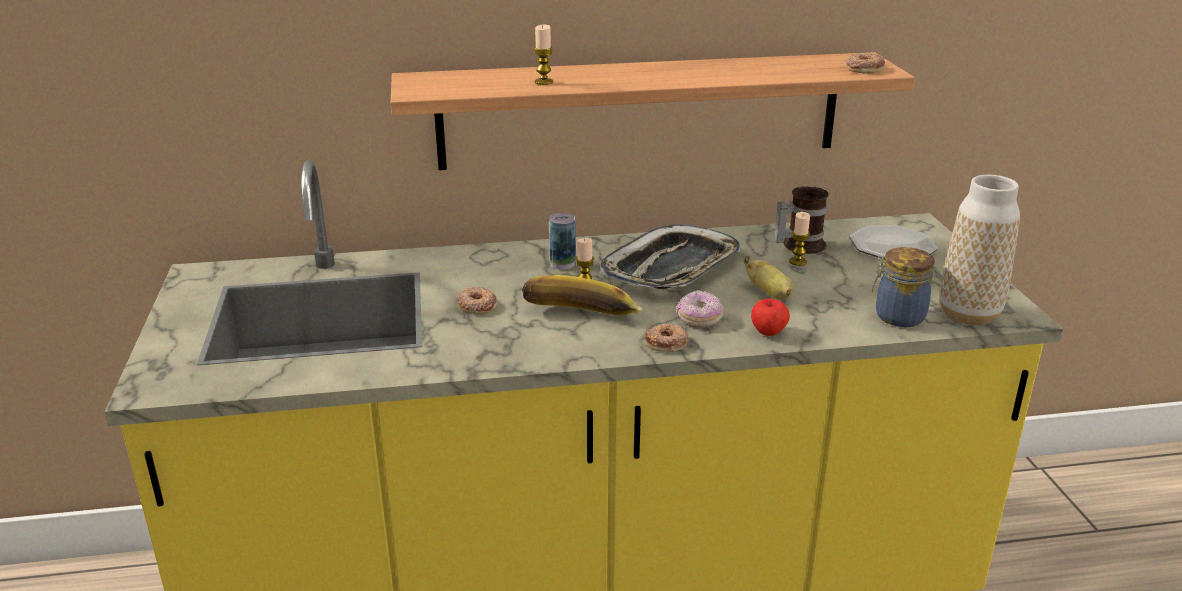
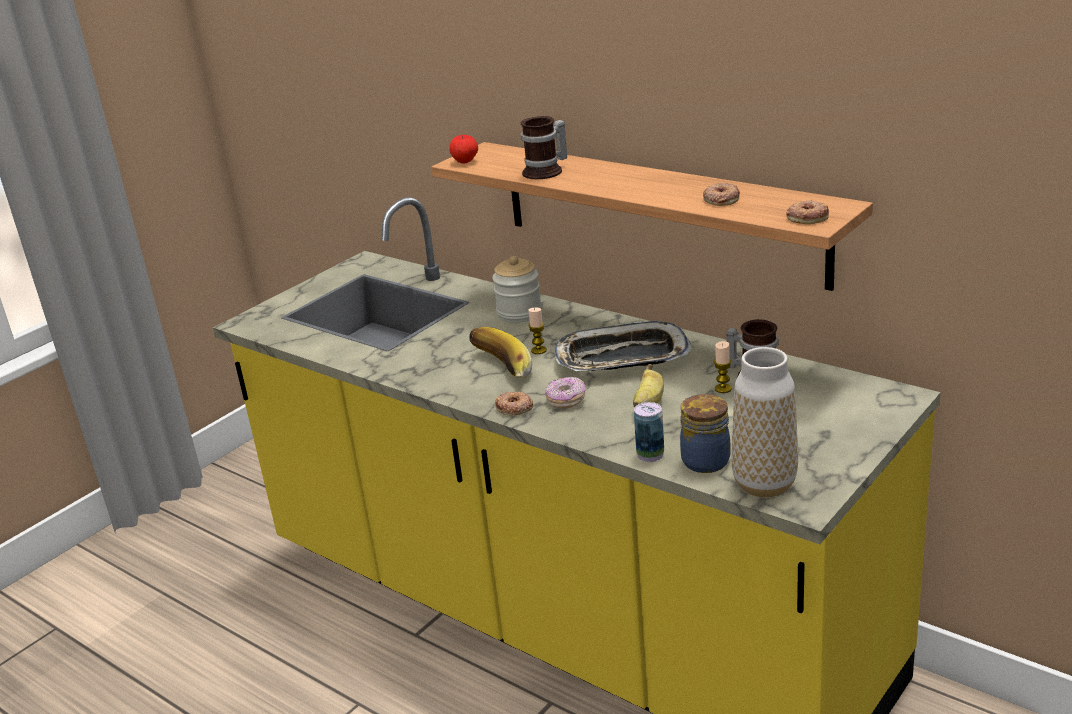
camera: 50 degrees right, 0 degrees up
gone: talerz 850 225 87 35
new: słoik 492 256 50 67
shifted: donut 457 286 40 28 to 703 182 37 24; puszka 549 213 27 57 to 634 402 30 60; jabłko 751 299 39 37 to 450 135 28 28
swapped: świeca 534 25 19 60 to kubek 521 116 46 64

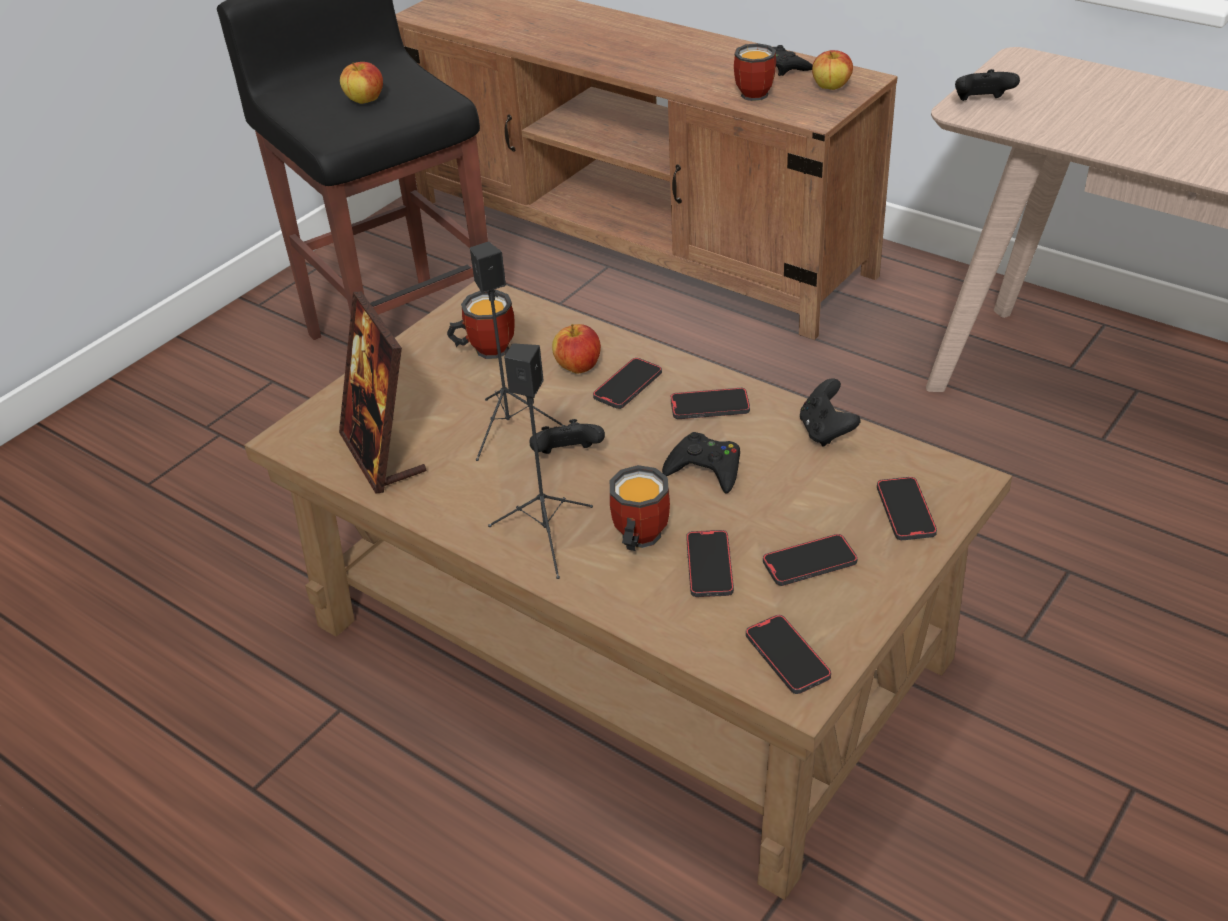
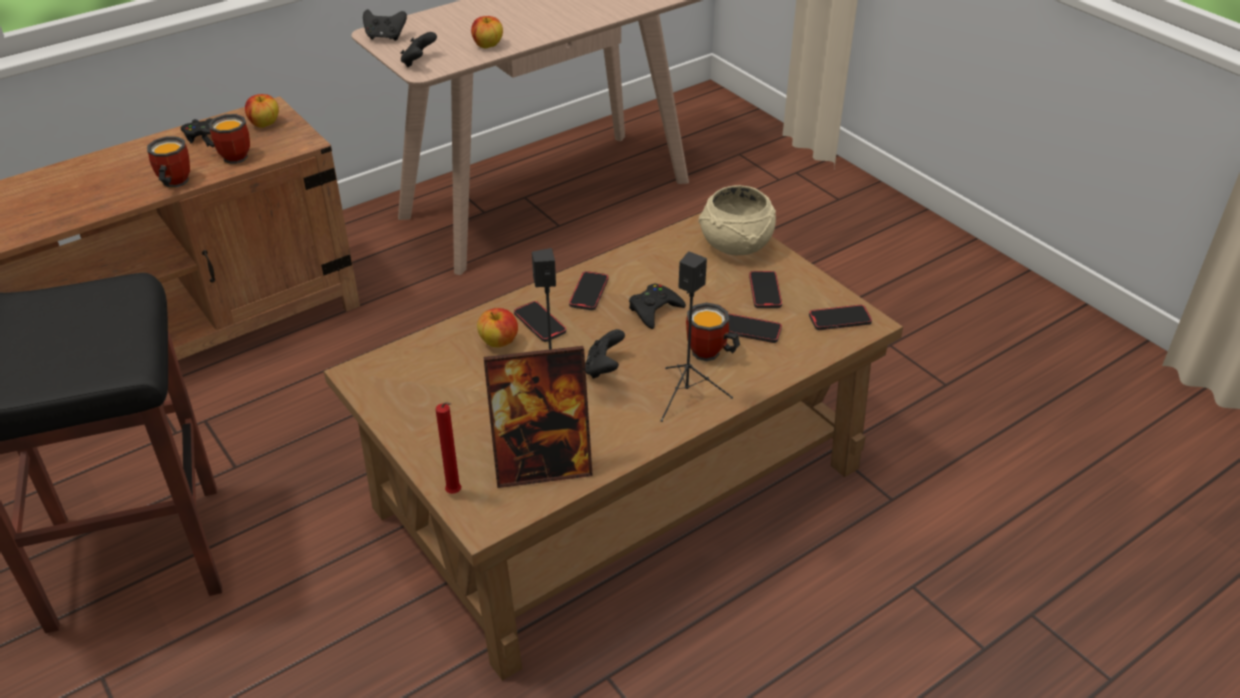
camera: 75 degrees left, 0 degrees up
new: świeca/czerwony 436 402 25 92
shifted: jabłko 340 62 43 42 to 471 16 32 33; kubek 447 290 68 69 to 147 137 43 51; pad do gier/czarny 800 378 61 69 to 363 9 44 32
swapped: telefon 877 477 60 63 to miska/beżowy 699 185 77 70

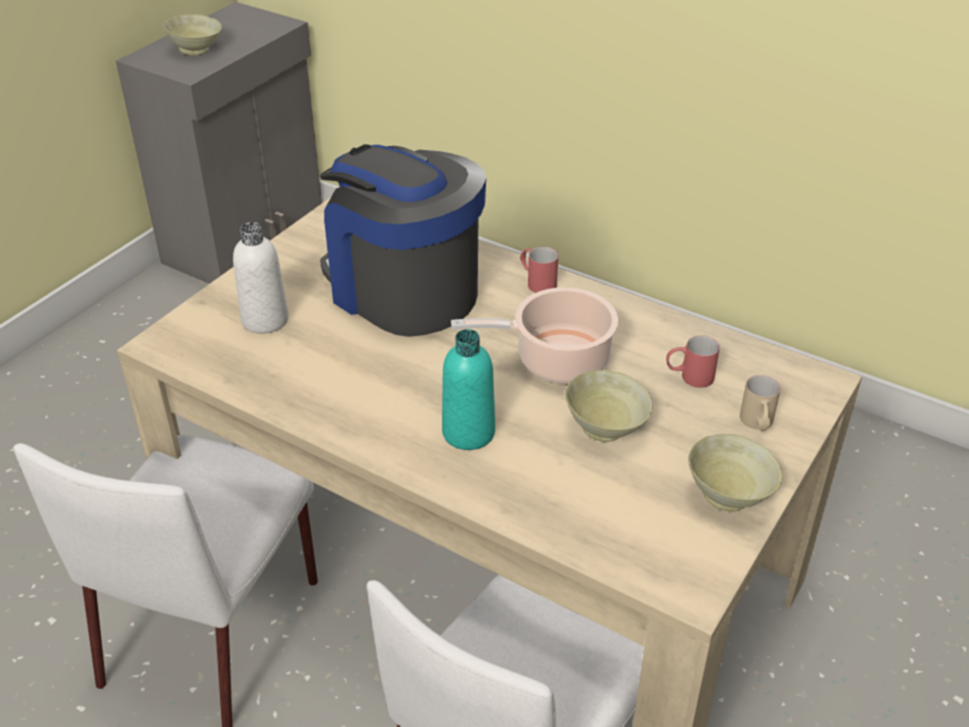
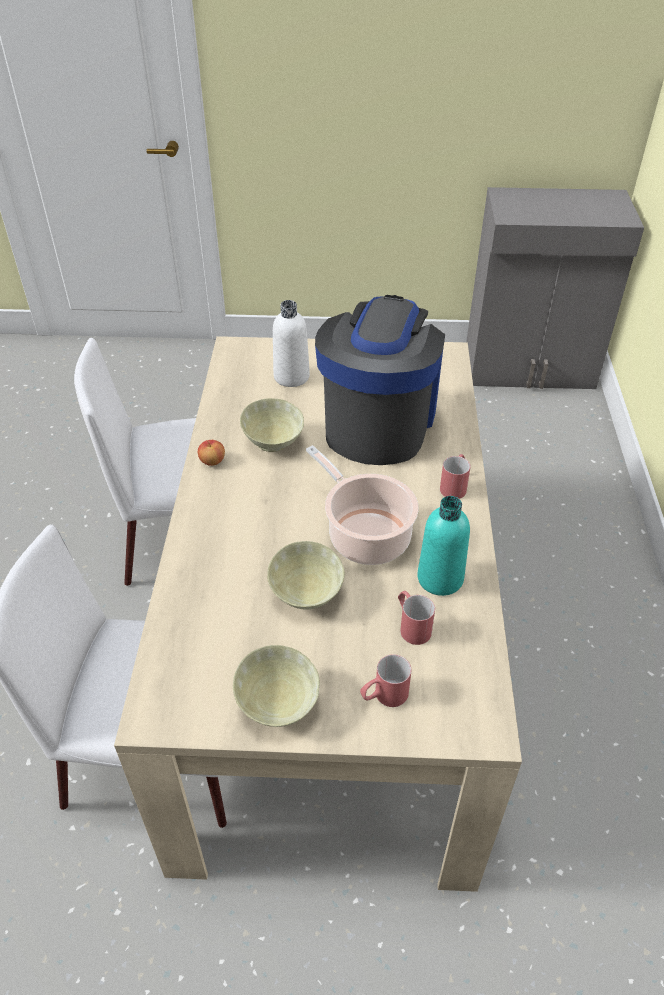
camera: 60 degrees right, 5 degrees up
new: jabłko 198 440 27 26
shifted: miska/beżowy 163 14 59 42 to 240 398 64 54; butelka/turkusowy 442 329 53 121 to 417 496 53 100
repainted: kubek/beżowy 740 375 41 56 to kubek/czerwony 360 654 51 53

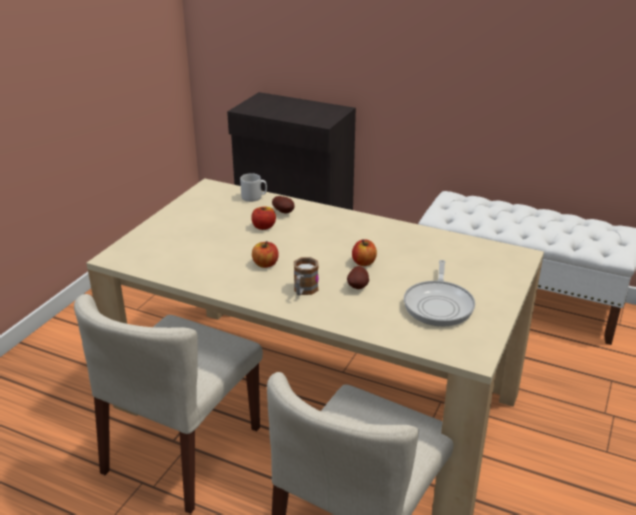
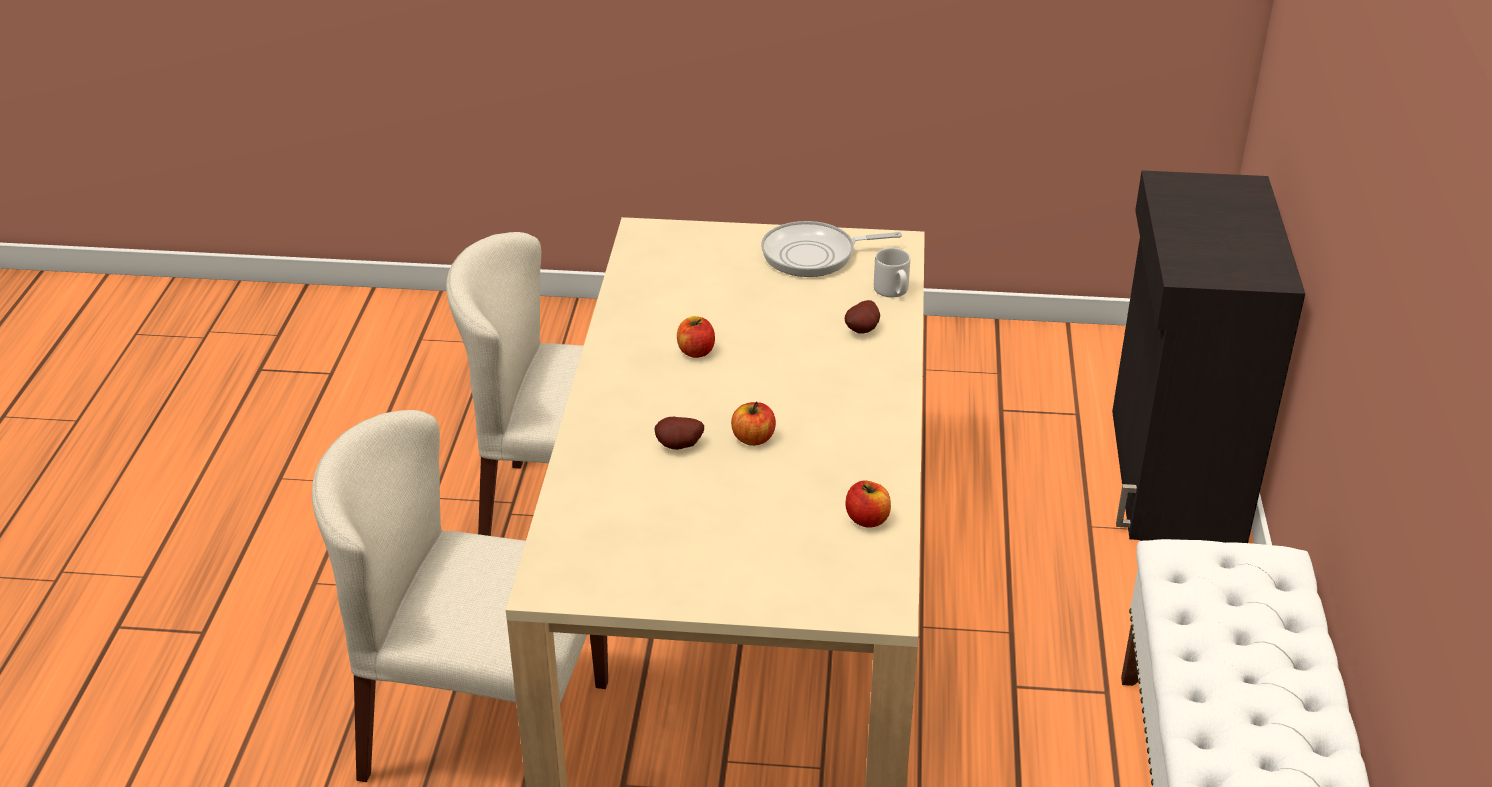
camera: 70 degrees right, 5 degrees up
gone: kubek 294 257 25 38
shifted: jabłko 251 207 25 23 to 845 481 46 47; patelnia 404 260 71 66 to 761 221 141 56

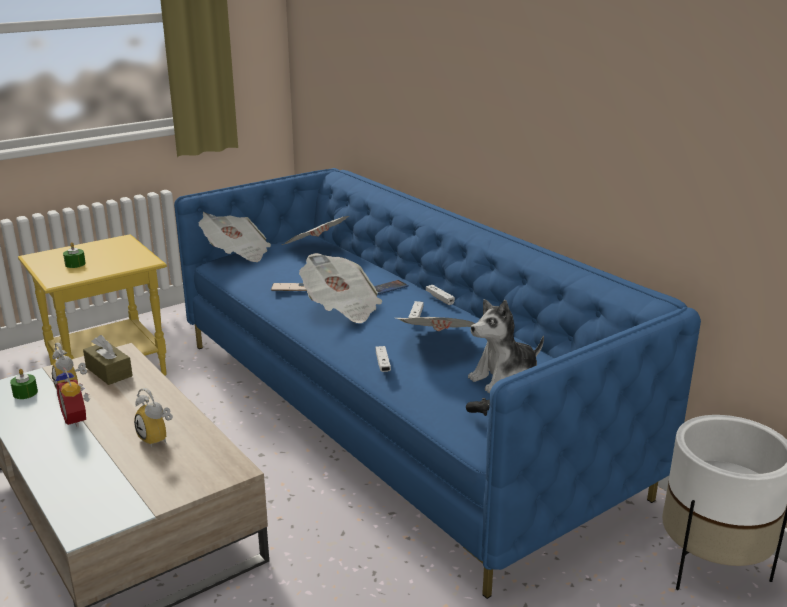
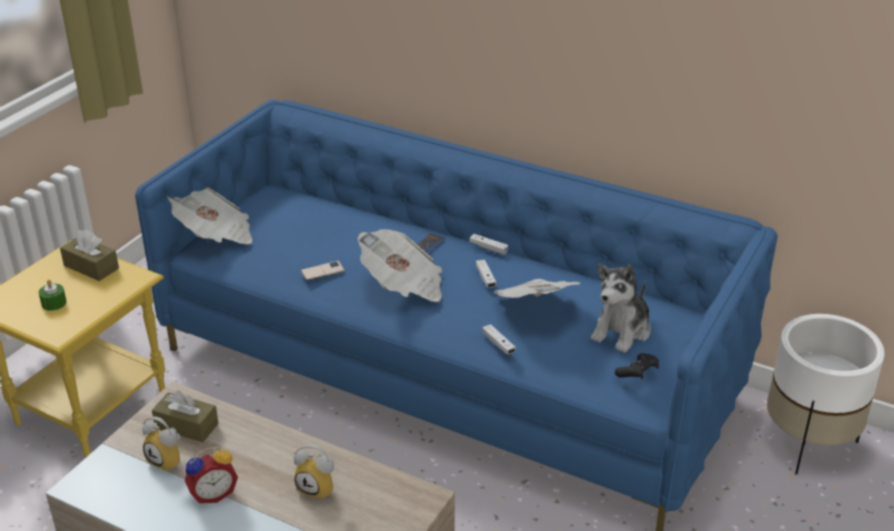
camera: 25 degrees left, 10 degrees up
gone: świeca/zielony 10 369 28 30; gazeta 282 216 67 29
new: pudełko chusteczek/brązowy 60 229 59 52
rotated: budzik 56 367 34 60 = 185 447 53 56 60 degrees counterclockwise

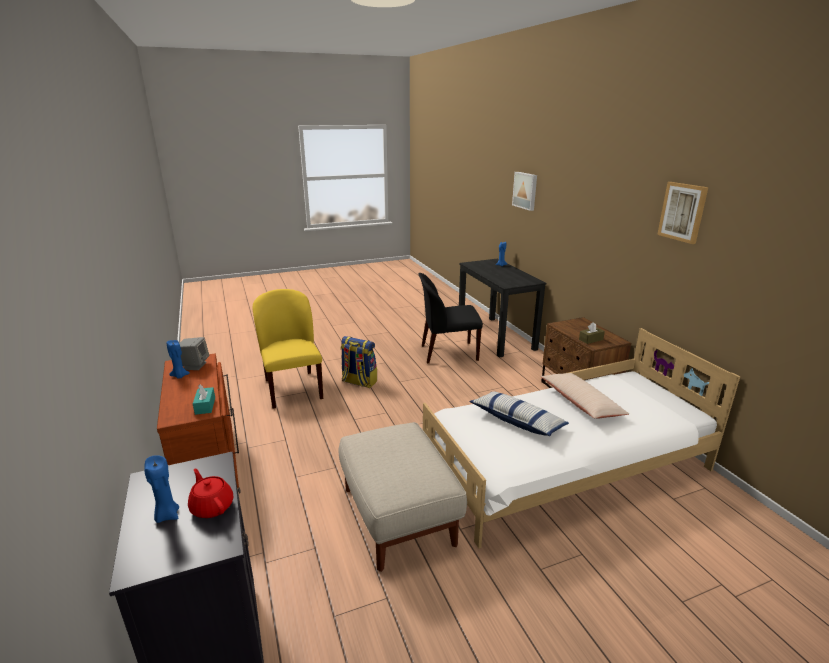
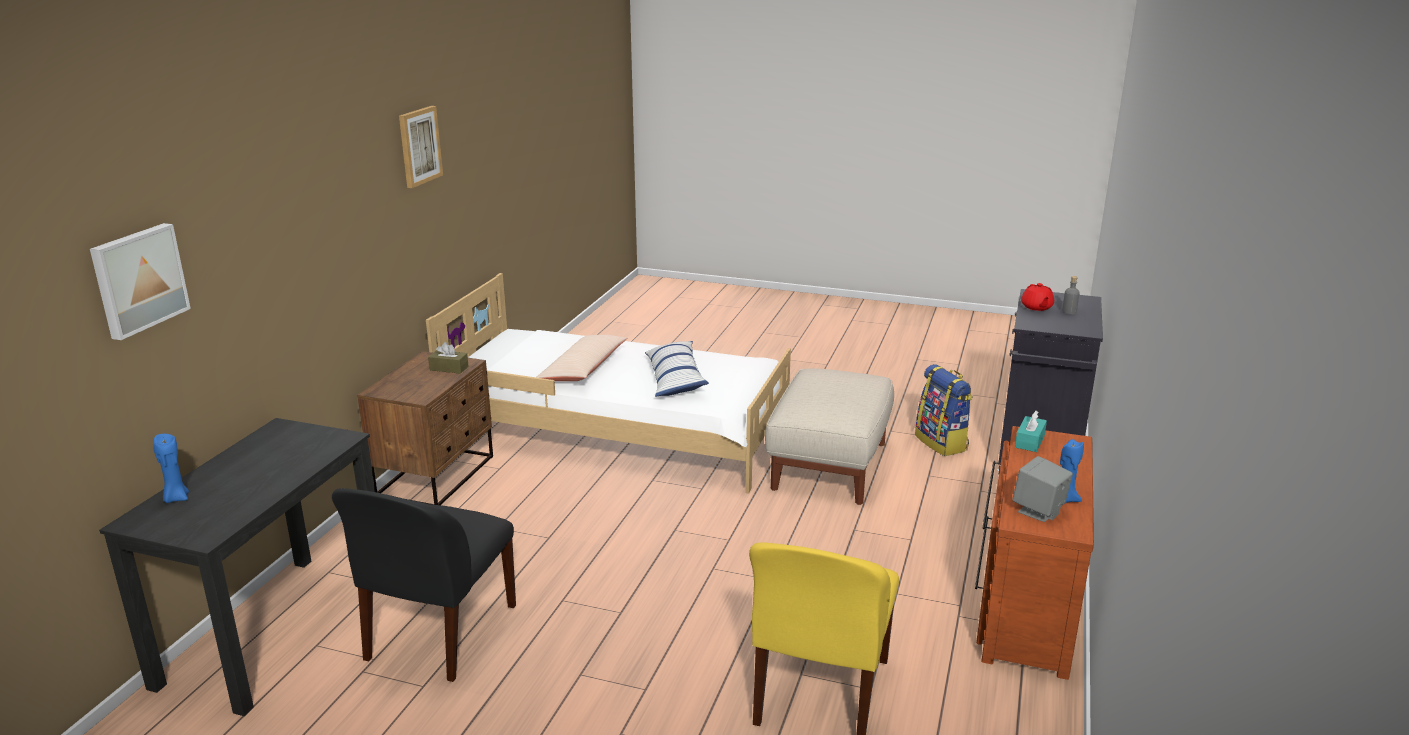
camera: 140 degrees left, 0 degrees up
shifted: plecak 341 336 36 52 to 915 364 58 92
swapped: świeca/niebieski 144 455 35 68 to butelka/szary 1062 276 18 38
rotated: krzesło/czarny 419 273 64 90 = 332 488 184 194 75 degrees clockwise

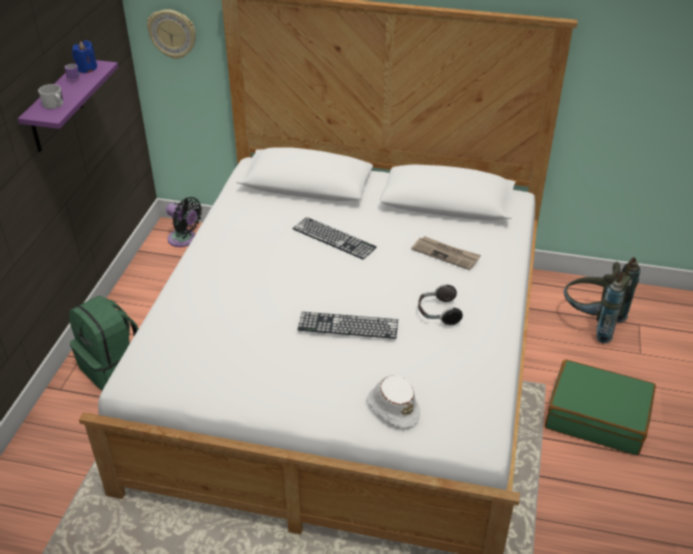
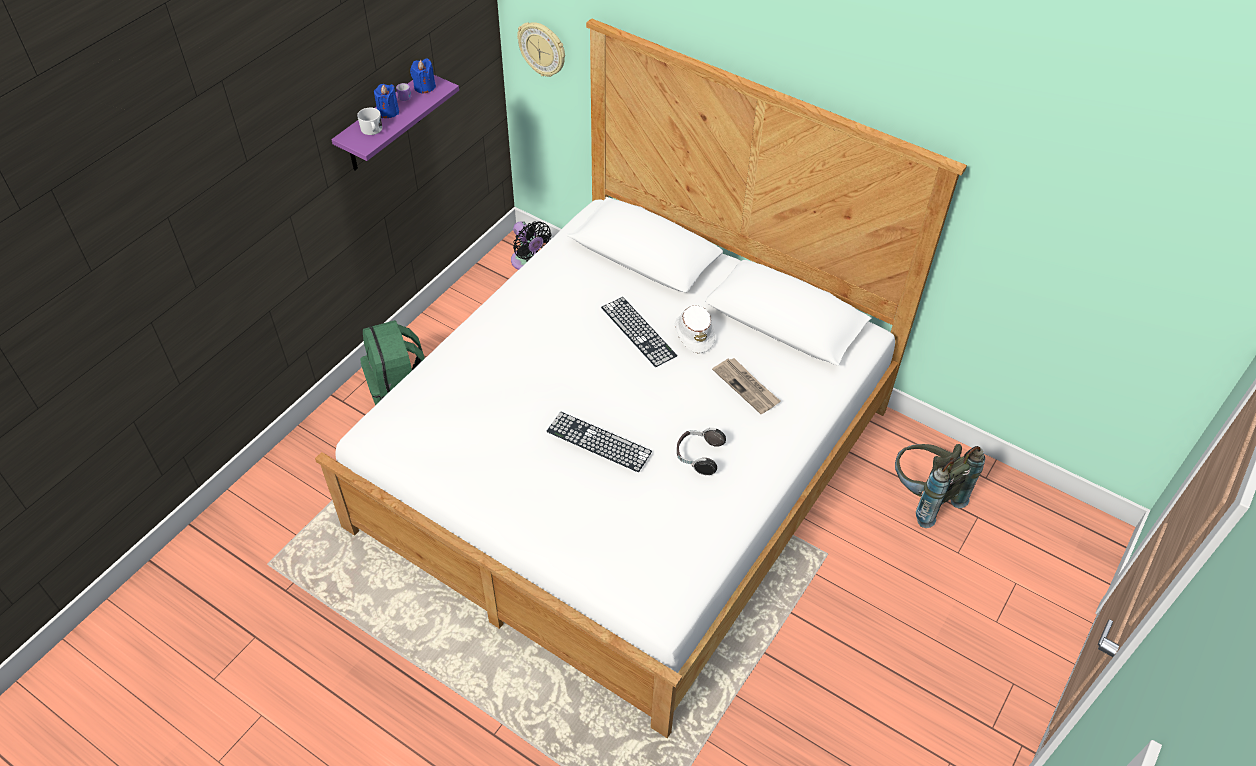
camera: 20 degrees right, 10 degrees up
gone: walizka/zielony 545 360 111 95
new: świeca/niebieski 374 84 25 34
shifted: kapelusz/biały 367 375 53 53 to 675 305 40 48

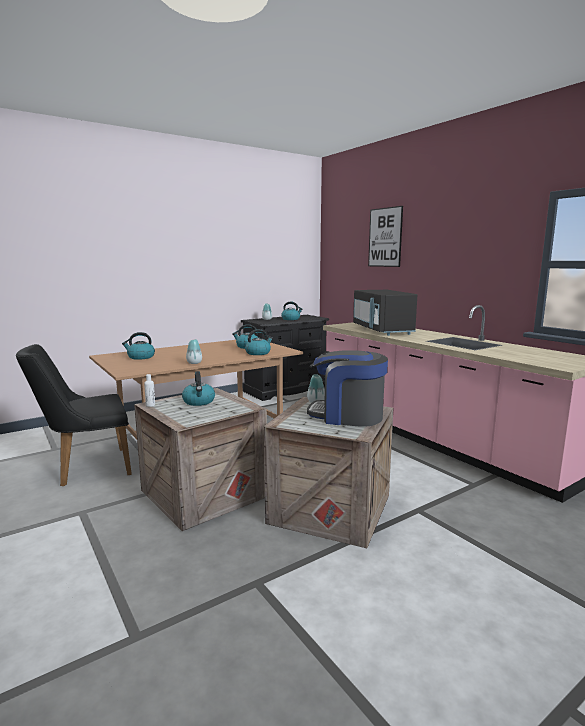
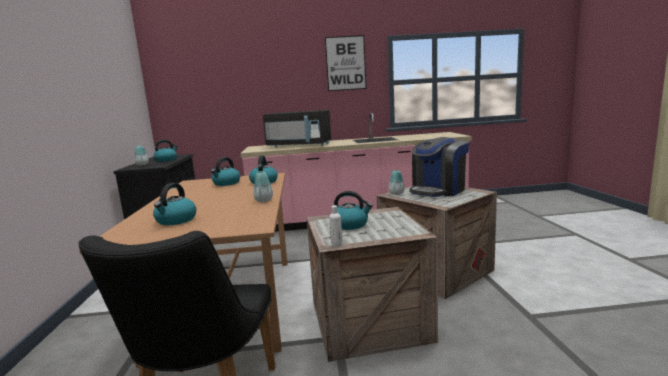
camera: 60 degrees left, 0 degrees up
shifted: obraz 368 206 35 61 to 325 35 41 56

